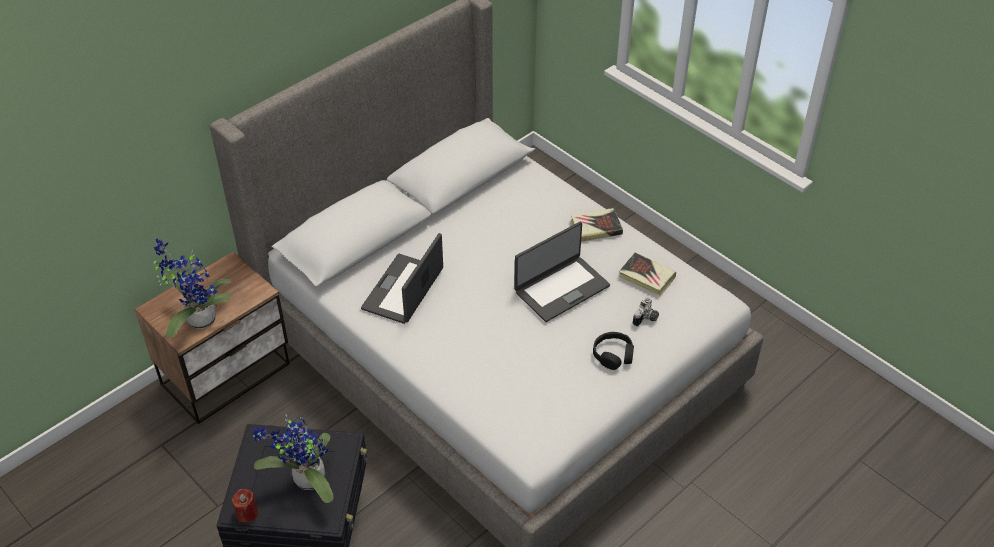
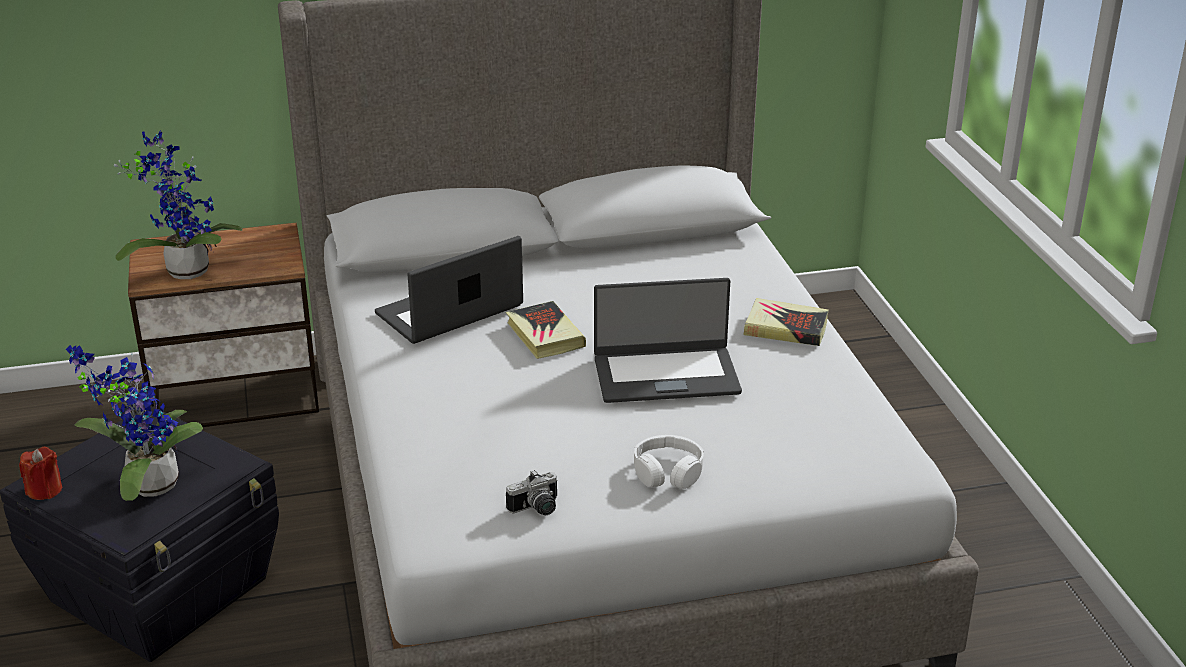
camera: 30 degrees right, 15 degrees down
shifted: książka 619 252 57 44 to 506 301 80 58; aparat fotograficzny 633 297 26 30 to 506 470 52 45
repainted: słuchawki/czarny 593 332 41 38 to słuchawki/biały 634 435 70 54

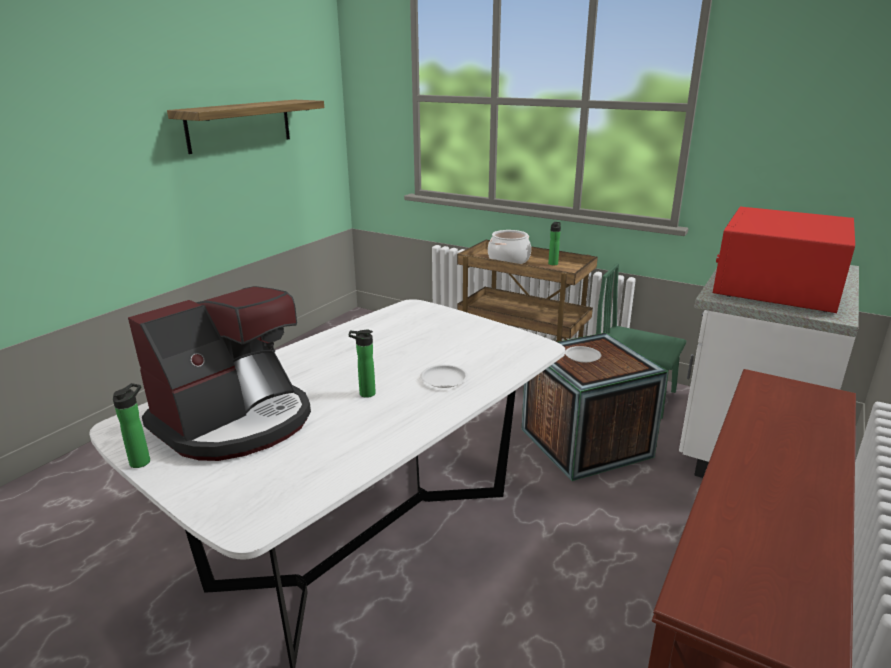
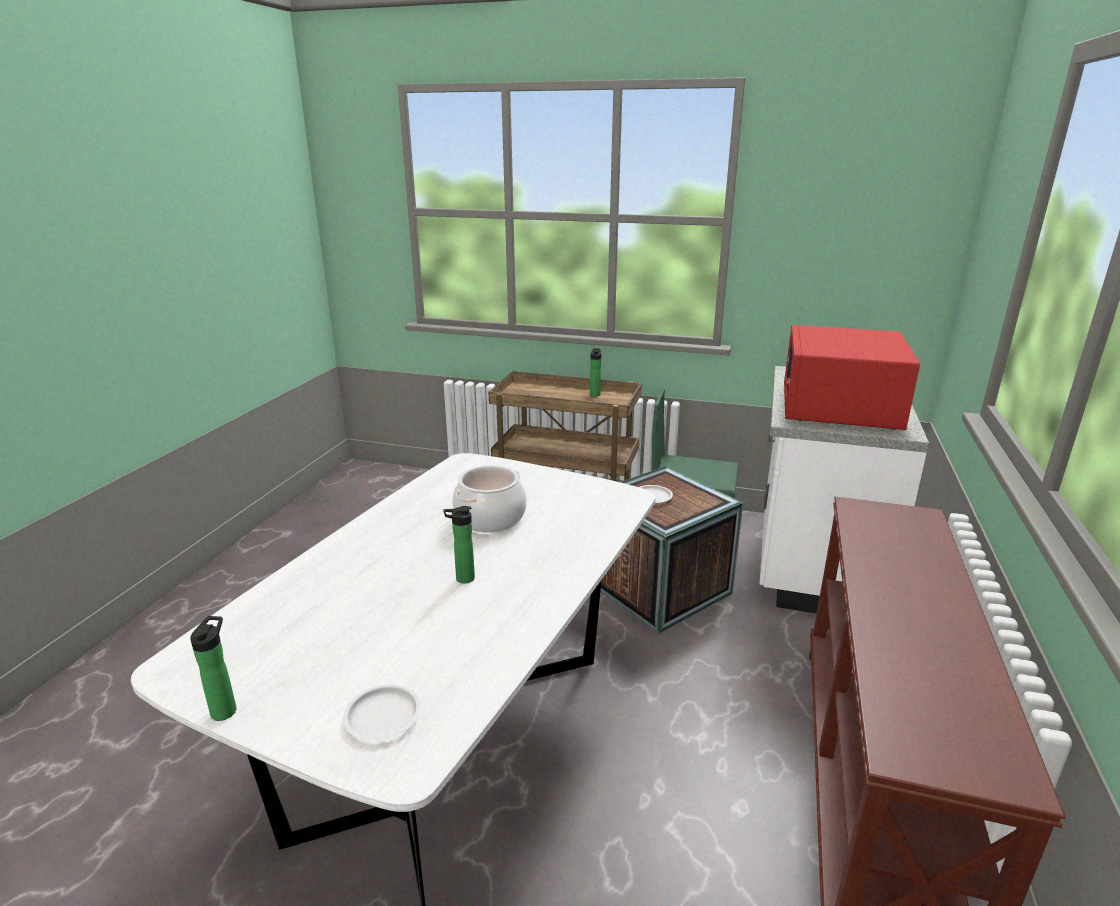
camera: 15 degrees left, 0 degrees up
gone: ekspres do kawy 128 286 183 175; półka 167 100 157 54
shifted: talerz/biały 420 365 48 23 to 343 685 78 55; garnek 488 230 43 34 to 452 465 74 68

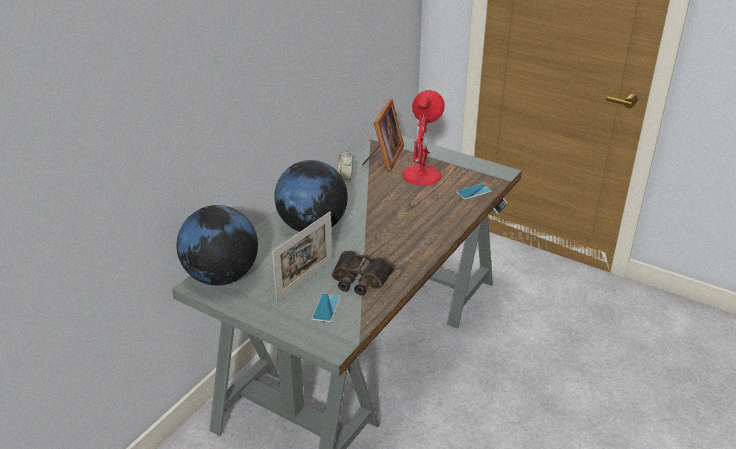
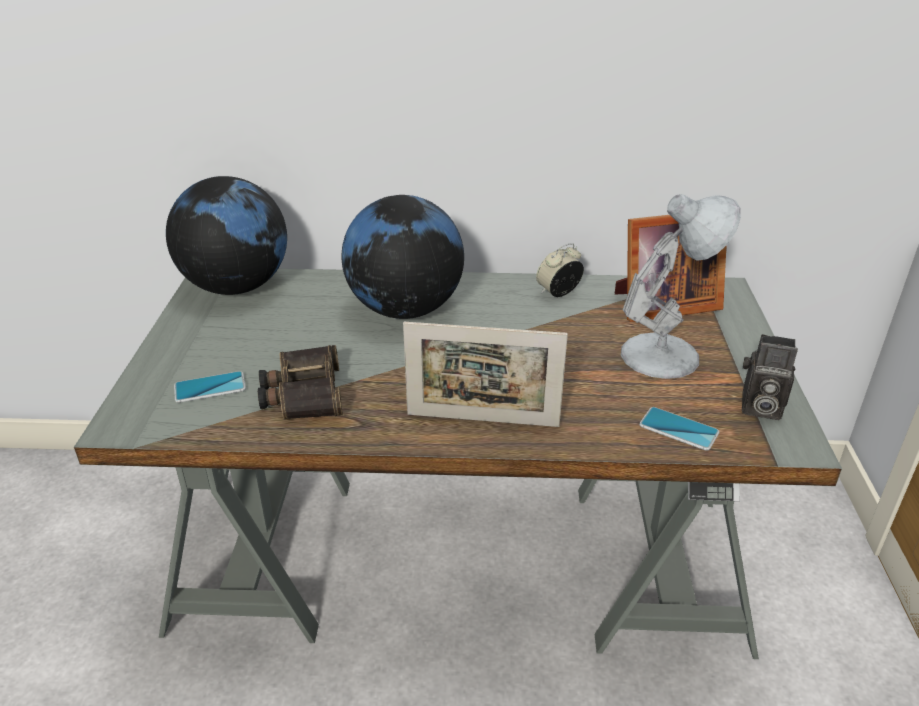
camera: 60 degrees right, 0 degrees up
new: aparat fotograficzny 742 334 56 86
shifted: ramka na zdjęcie 272 212 60 89 to 403 322 165 105
repainted: lampa stołowa/czerwony 402 90 43 96 to lampa stołowa/biały 621 194 120 185

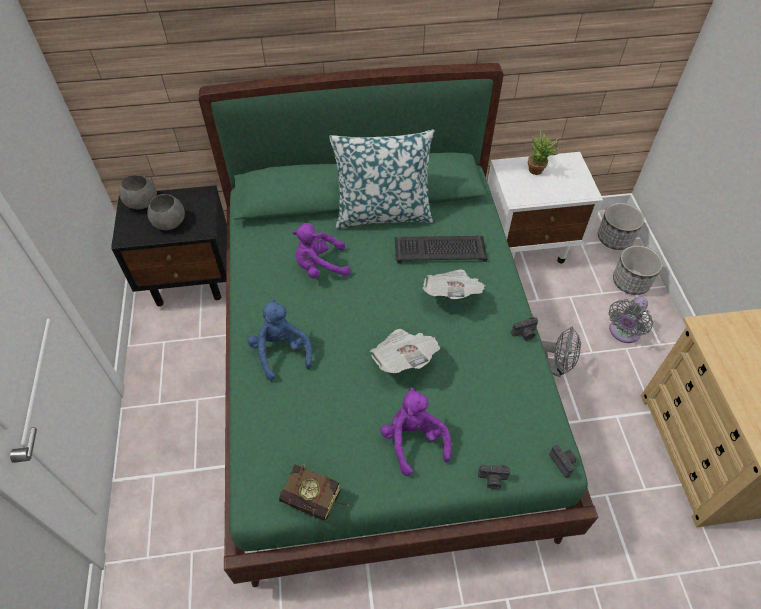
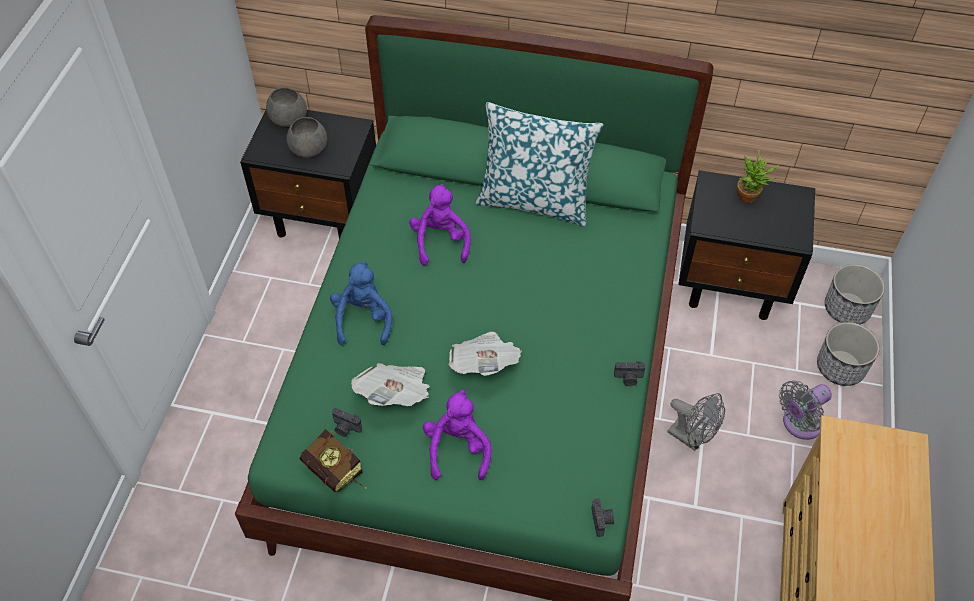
camera: 20 degrees right, 0 degrees up
gone: klawiatura 395 236 93 27
shifted: gazeta 423 269 63 31 to 351 363 78 43; aparat fotograficzny 478 465 32 24 to 332 408 30 29
repainted: szafka nocna/biały 487 152 116 112 to szafka nocna/czarny 678 170 137 150
rotated: pluszak/fioletowy 292 223 59 56 = 409 184 62 81 75 degrees clockwise

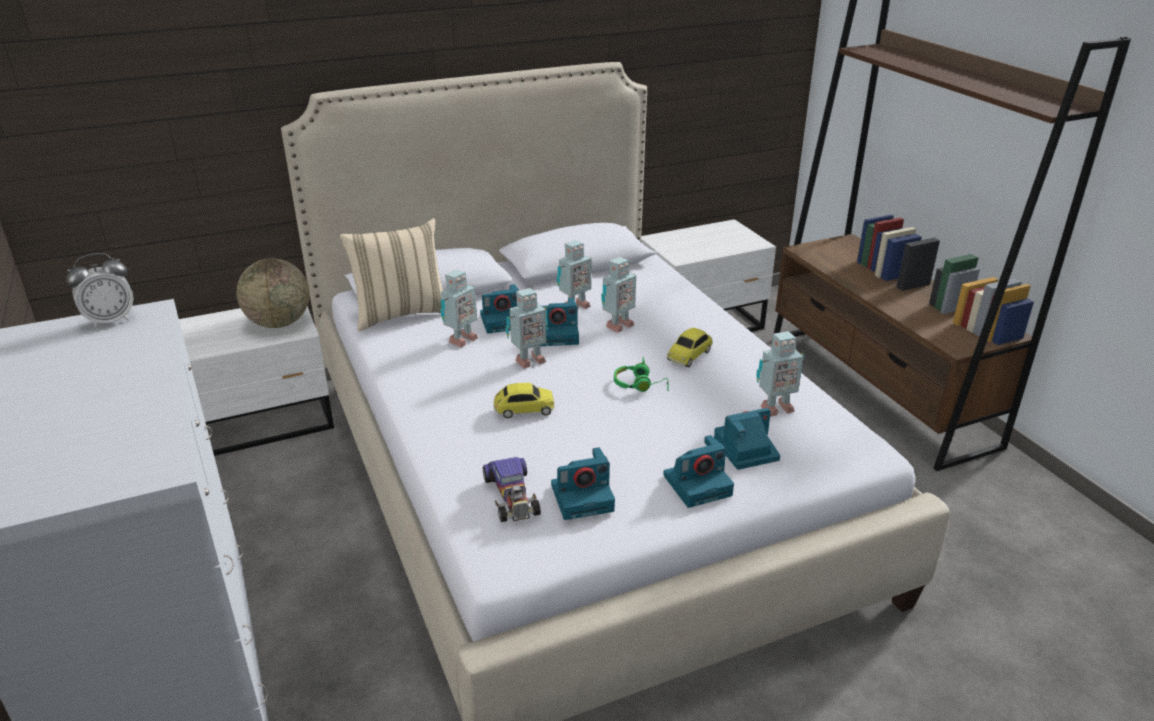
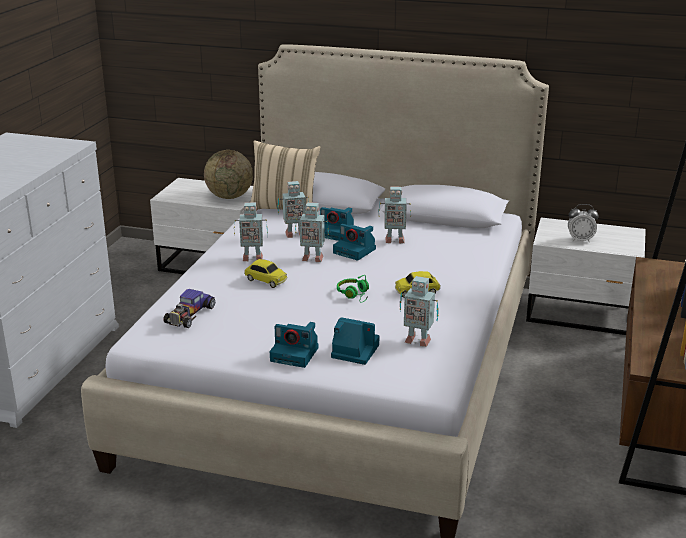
camera: 40 degrees right, 5 degrees down
gone: aparat fotograficzny 551 447 64 73
shifted: budzik 66 253 67 75 to 568 204 31 39; robot zabawkowy 601 257 35 76 to 234 202 34 59

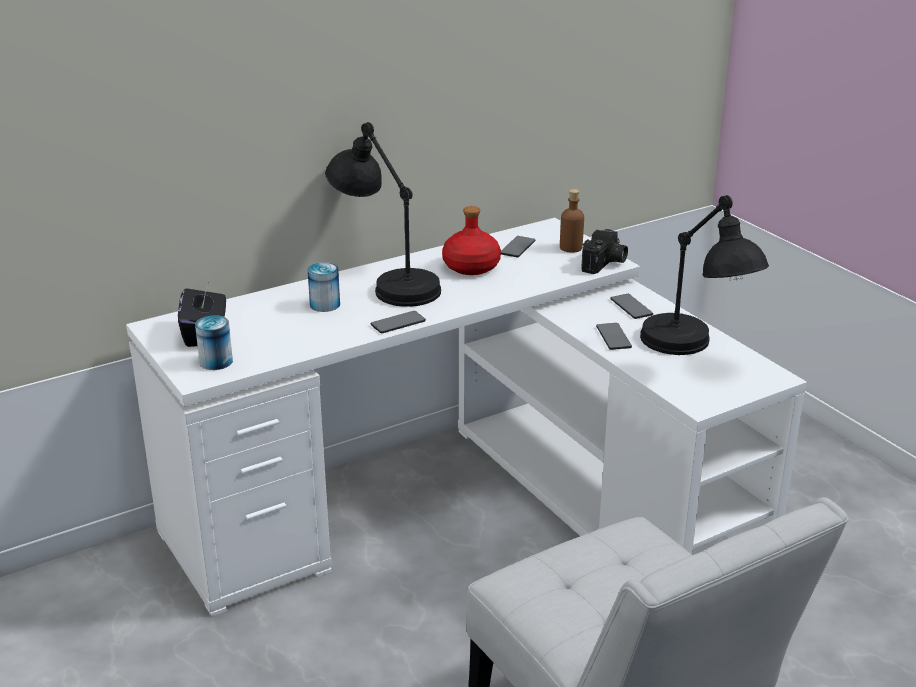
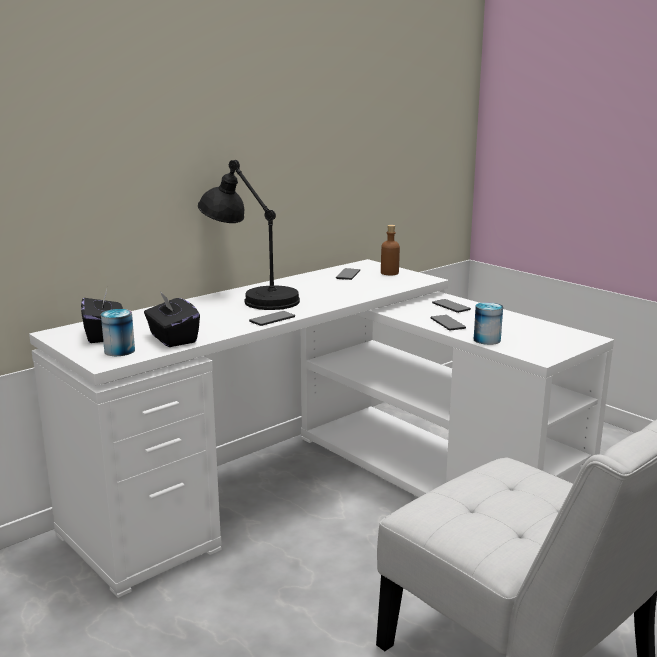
camera: 10 degrees left, 10 degrees down
gone: butelka/czerwony 442 206 59 69; aparat fotograficzny 582 229 46 45; lampa stołowa/czarny 640 195 129 160
new: pudełko chusteczek/czarny 144 292 56 55
shifted: puszka 308 262 32 50 to 474 302 29 43

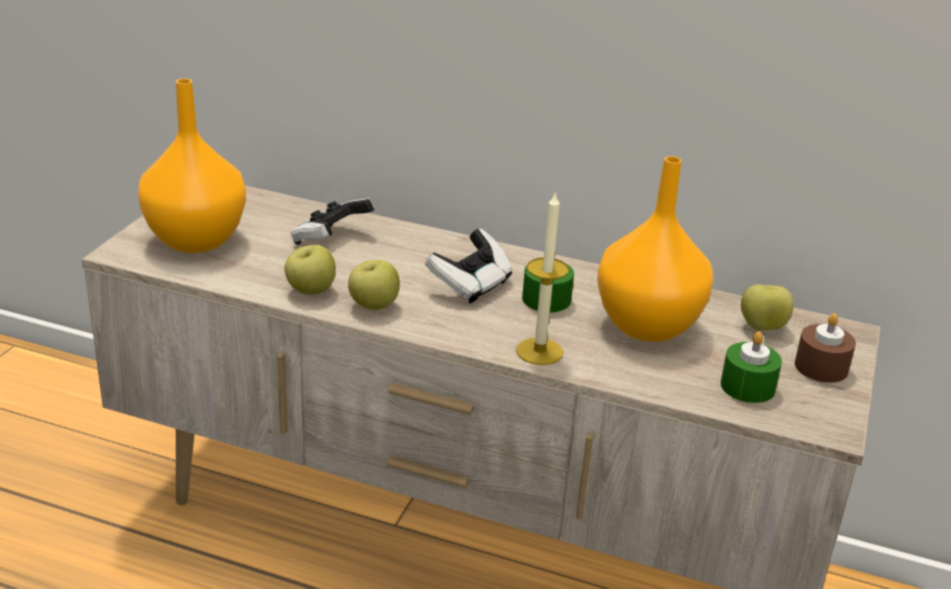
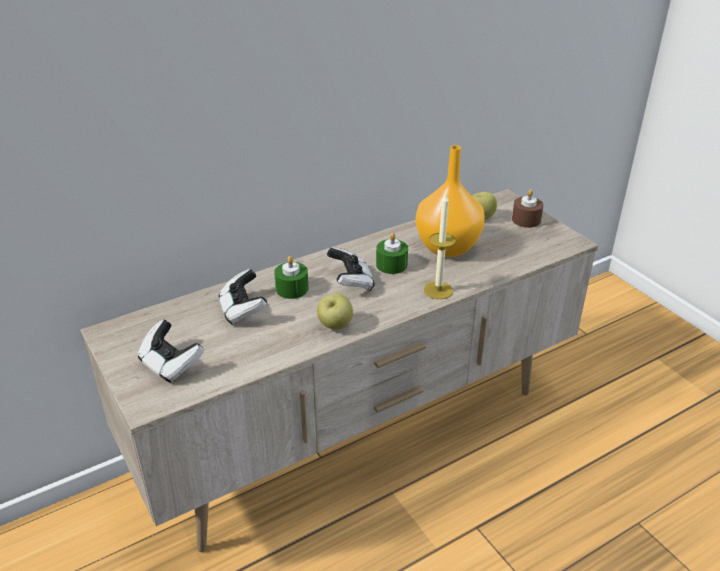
camera: 50 degrees left, 5 degrees up
gone: jabłko 285 245 51 50
shifted: świeca/zielony 721 331 61 72 to 274 256 35 43
swapped: wazon/pomarańczowy 138 79 108 174 to pad do gier 138 320 66 63

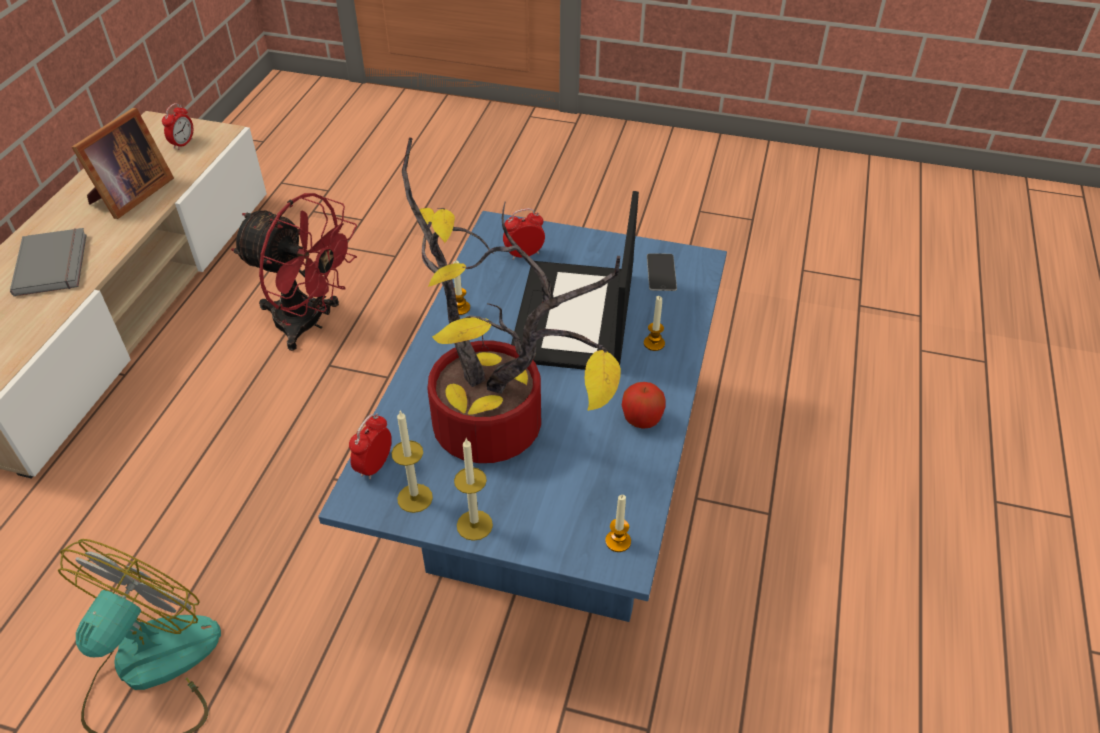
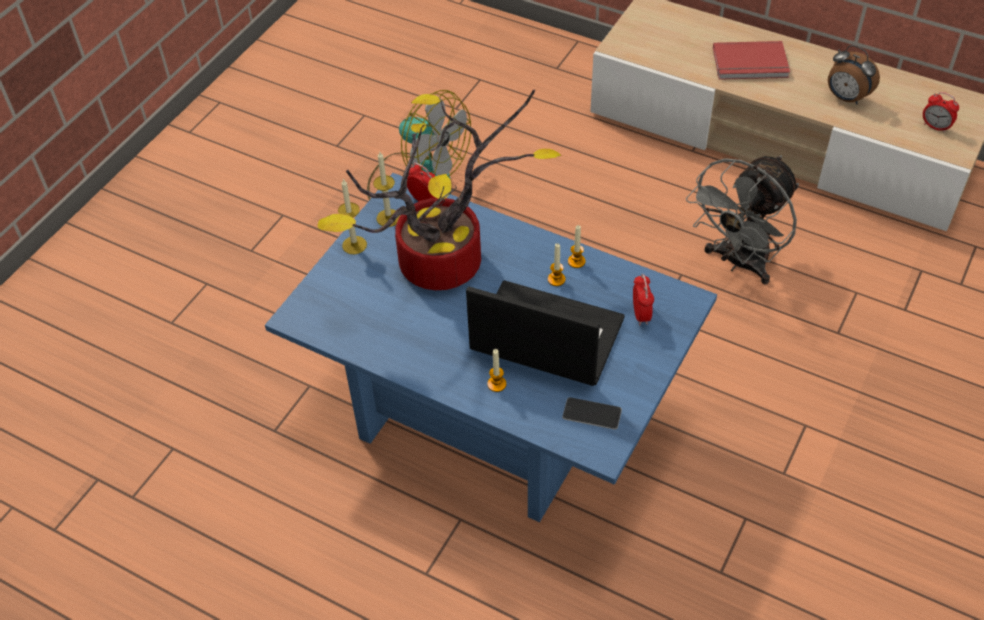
camera: 105 degrees right, 5 degrees up
gone: jabłko 622 382 43 47
shifted: świeca 605 495 26 57 to 548 243 18 43
swapped: ramka na zdjęcie 72 108 102 111 to budzik 828 45 52 60
repainted: książka/szary 10 228 76 68 to książka/czerwony 713 41 77 39; wentylator/czerwony 231 193 126 158 to wentylator/szary 686 155 113 130

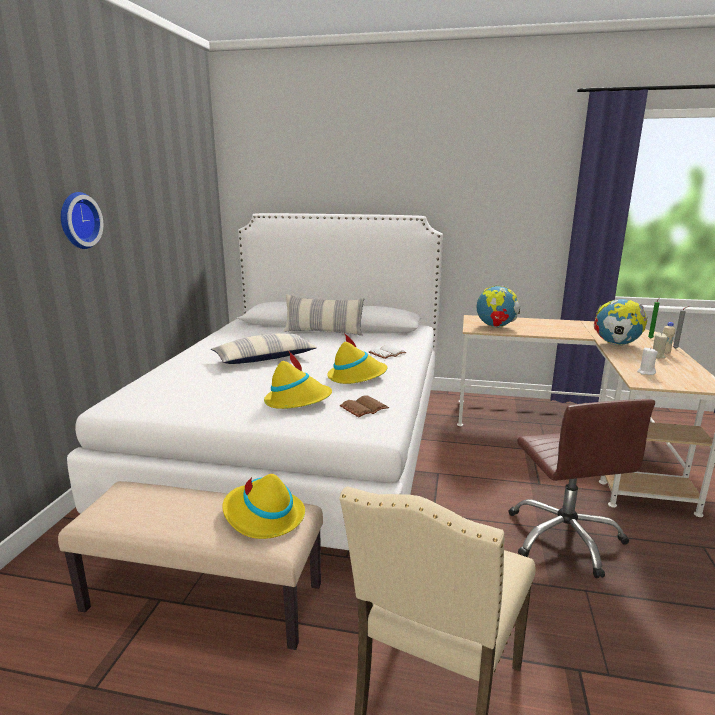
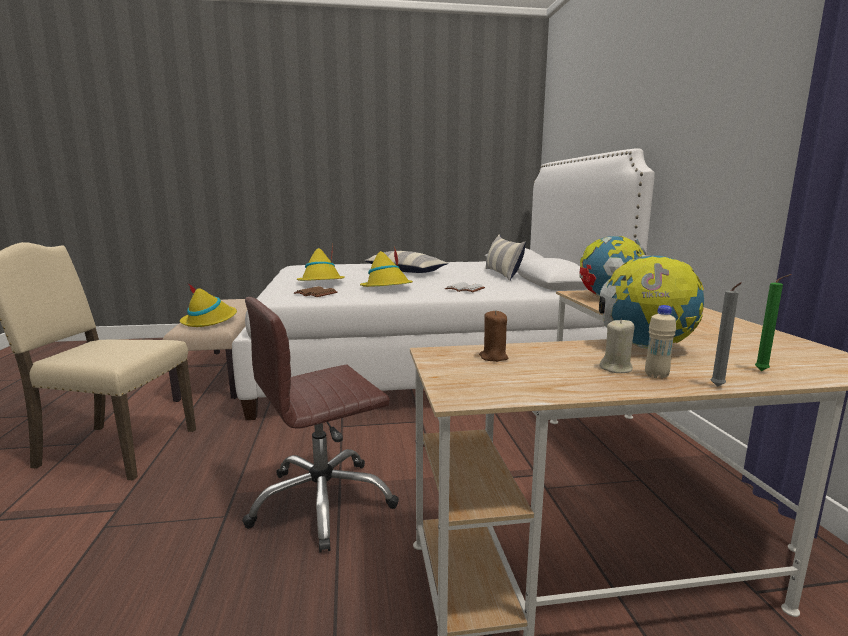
camera: 70 degrees right, 5 degrees down
gone: zegar ścienny 61 192 42 57
repainted: świeca/biały 637 348 21 27 to świeca/brązowy 479 310 29 52

